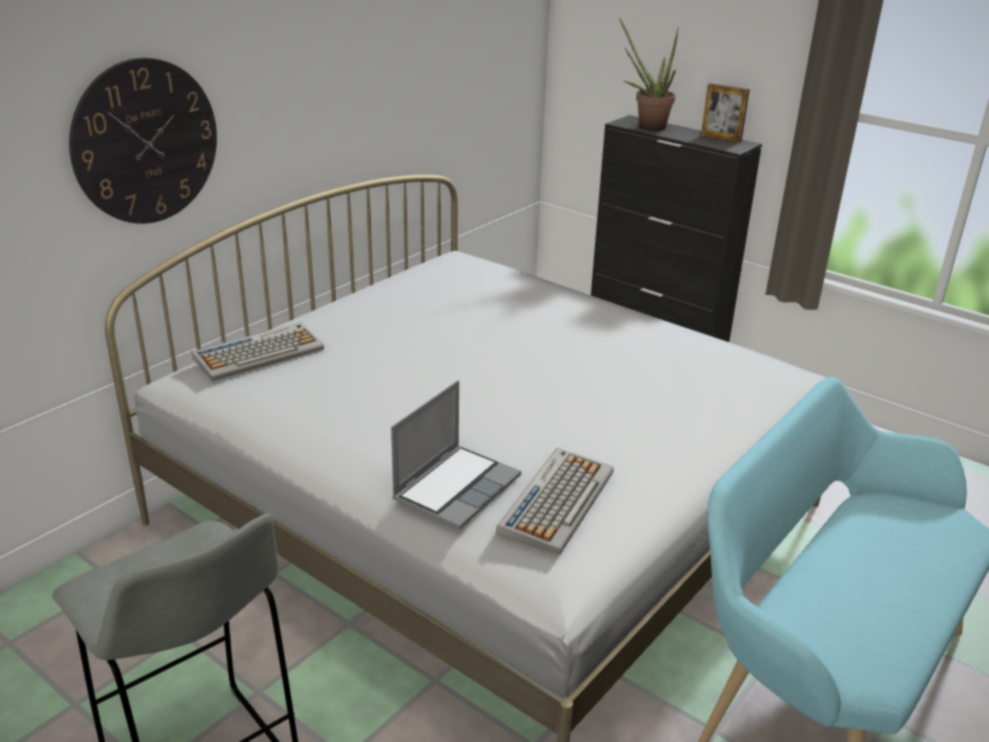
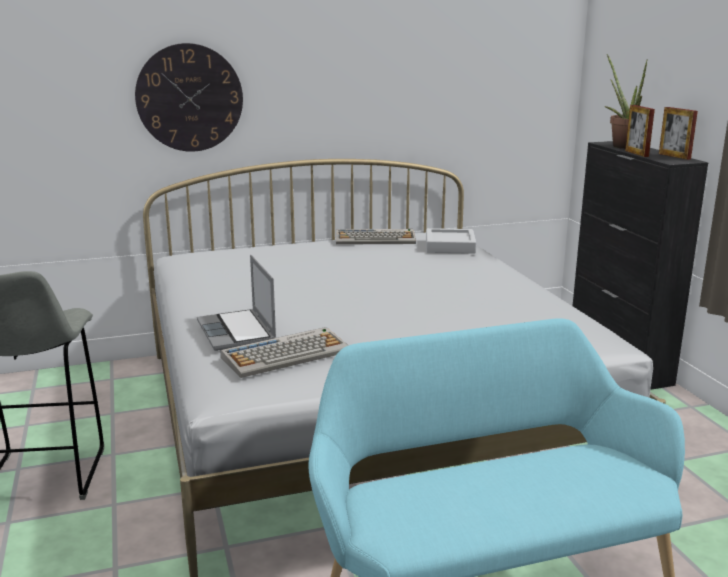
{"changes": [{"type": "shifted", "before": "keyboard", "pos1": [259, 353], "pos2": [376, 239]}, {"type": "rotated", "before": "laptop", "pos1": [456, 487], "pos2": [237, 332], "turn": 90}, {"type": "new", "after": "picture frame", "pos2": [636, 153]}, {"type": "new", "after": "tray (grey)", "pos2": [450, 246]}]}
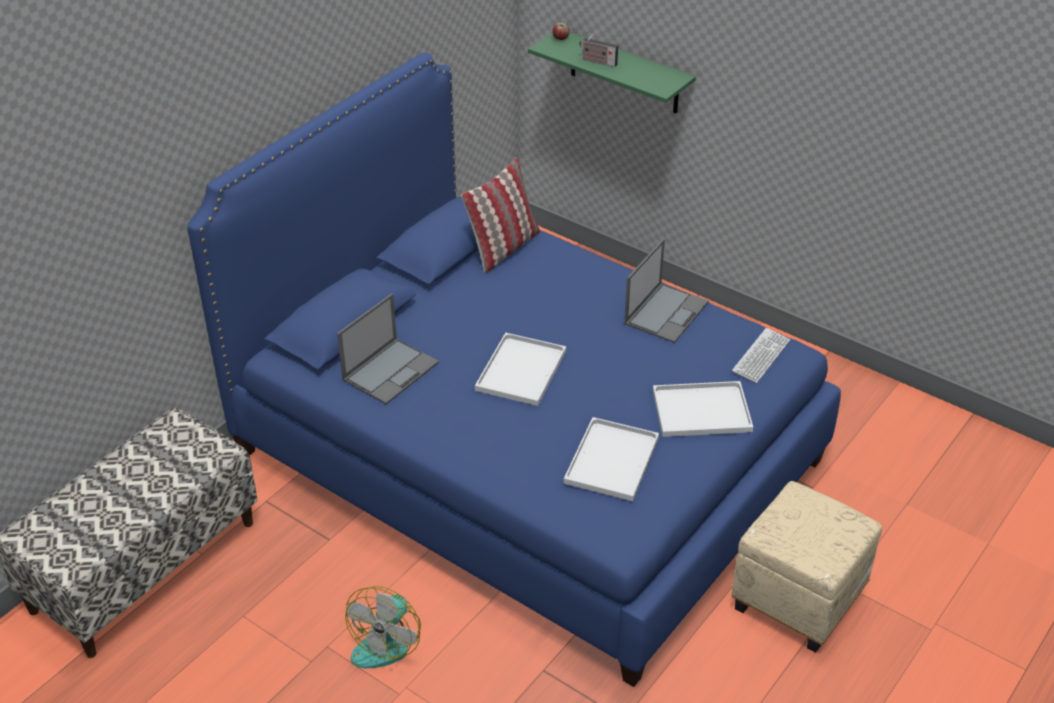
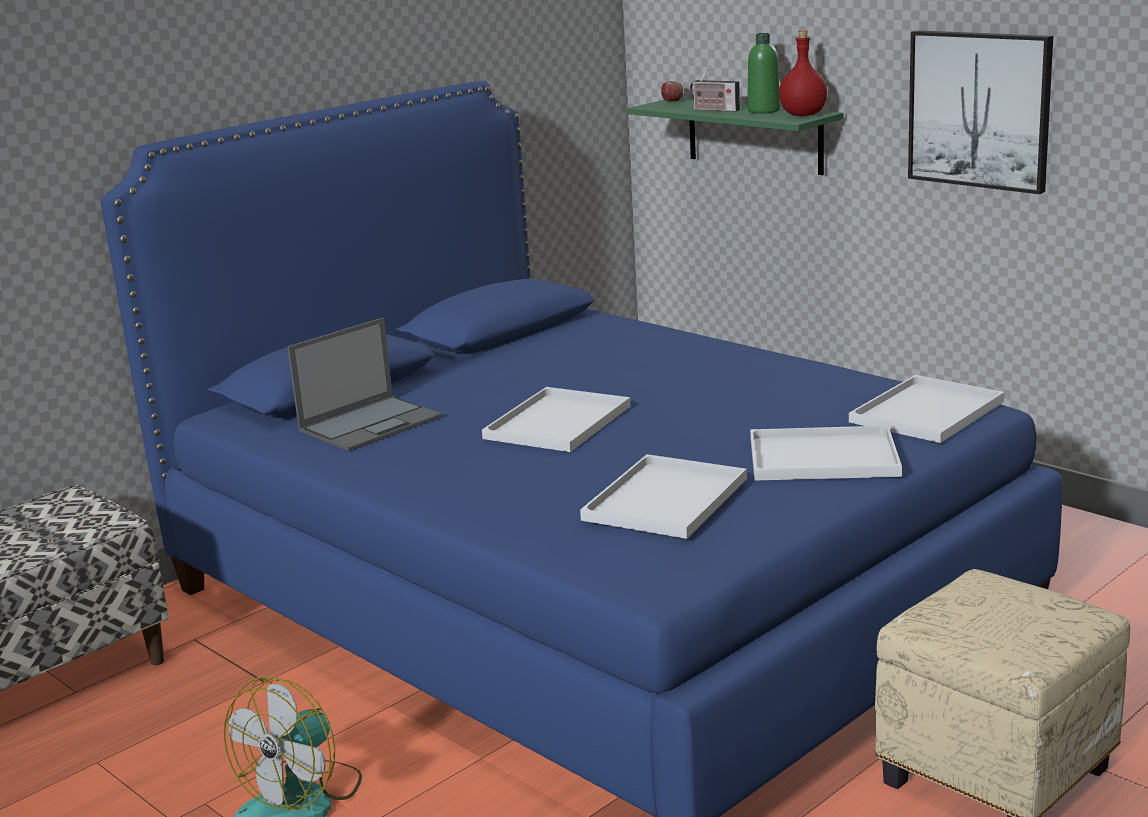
{"changes": [{"type": "gone", "before": "pillow", "pos1": [503, 248]}, {"type": "gone", "before": "laptop", "pos1": [666, 312]}, {"type": "swapped", "before": "keyboard", "after": "tray (white)", "pos1": [761, 356], "pos2": [927, 410]}, {"type": "new", "after": "bottle (red)", "pos2": [804, 115]}, {"type": "new", "after": "picture", "pos2": [980, 109]}, {"type": "new", "after": "bottle (green)", "pos2": [763, 111]}]}
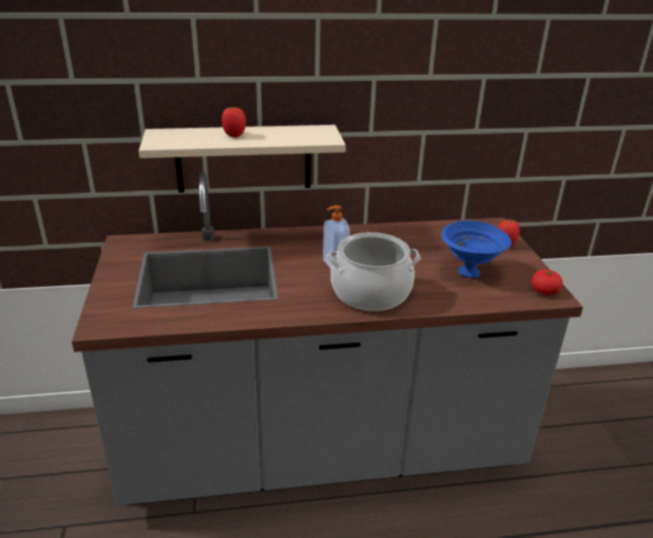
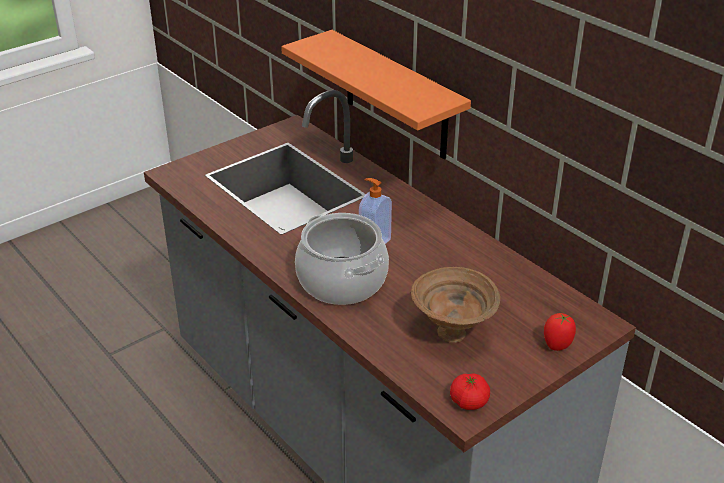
{"changes": [{"type": "gone", "before": "tomato", "pos1": [234, 135]}, {"type": "repainted", "before": "shelf (beige)", "after": "shelf (orange)", "pos1": [244, 158], "pos2": [396, 96]}, {"type": "repainted", "before": "bowl (blue)", "after": "bowl (brown)", "pos1": [470, 272], "pos2": [453, 334]}]}
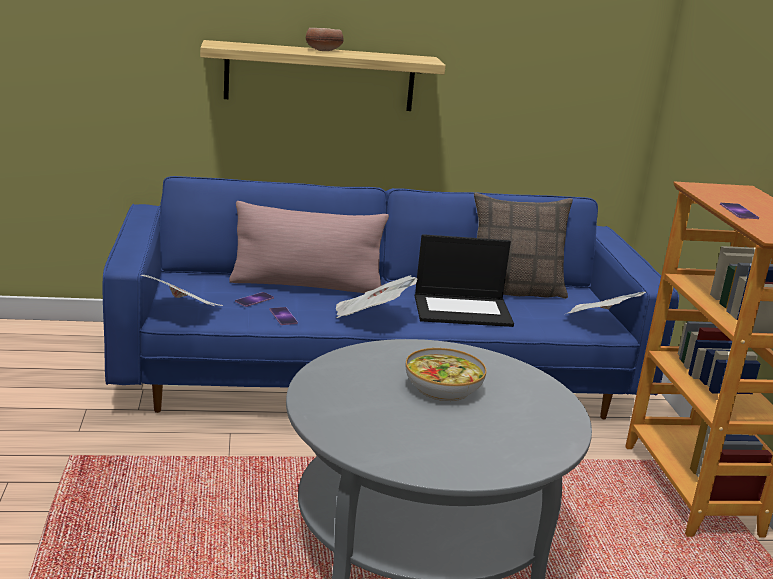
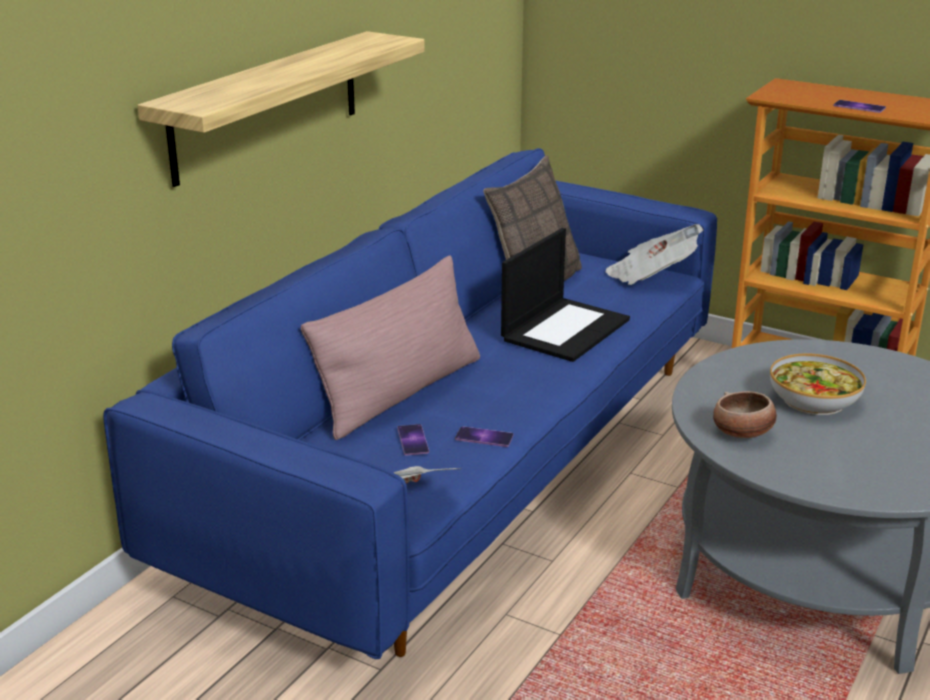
{"changes": [{"type": "shifted", "before": "bowl", "pos1": [323, 51], "pos2": [743, 433]}, {"type": "gone", "before": "newspaper", "pos1": [371, 316]}]}
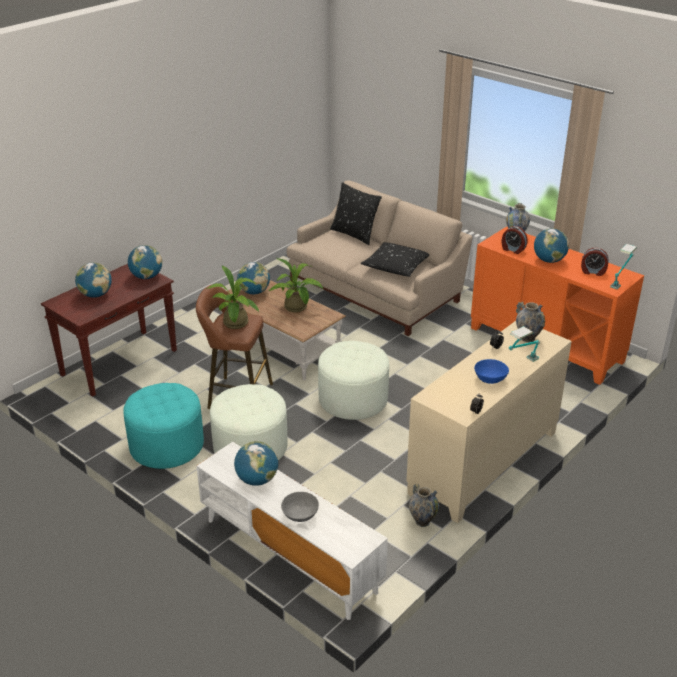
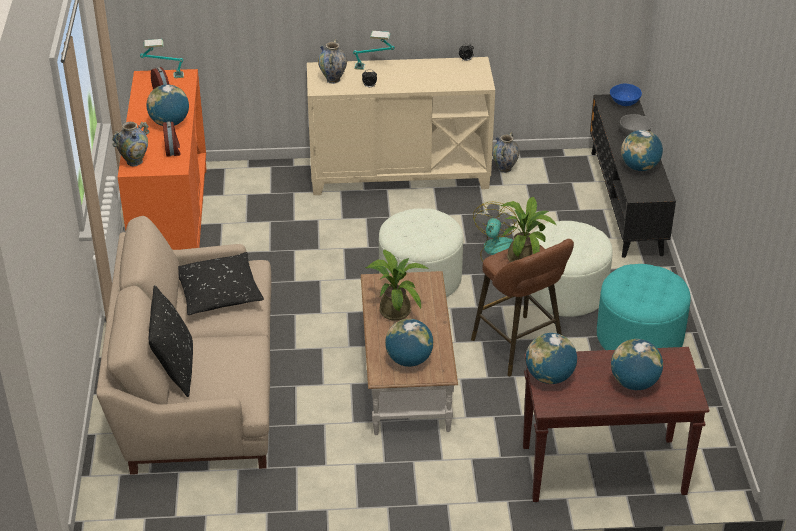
{"changes": [{"type": "shifted", "before": "bowl (blue)", "pos1": [490, 378], "pos2": [624, 102]}, {"type": "repainted", "before": "tv stand (white)", "after": "tv stand (black)", "pos1": [288, 555], "pos2": [626, 202]}, {"type": "new", "after": "fan", "pos2": [497, 251]}]}
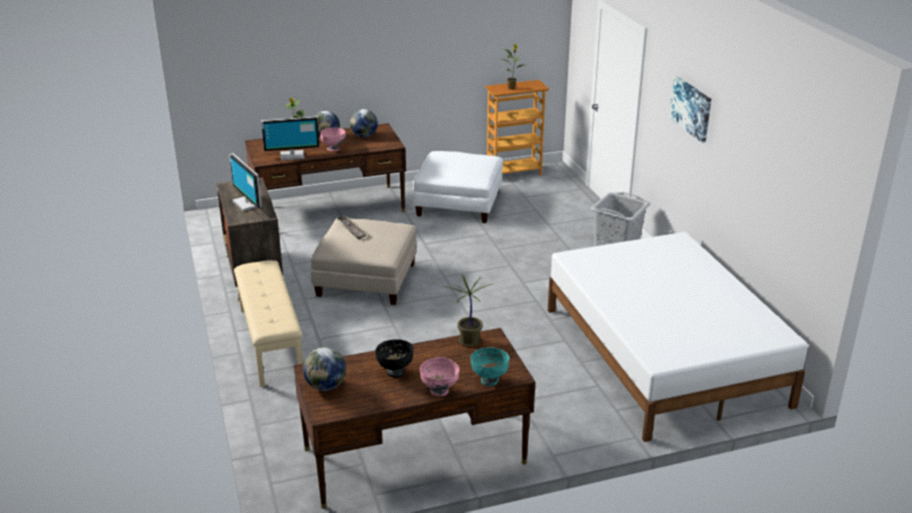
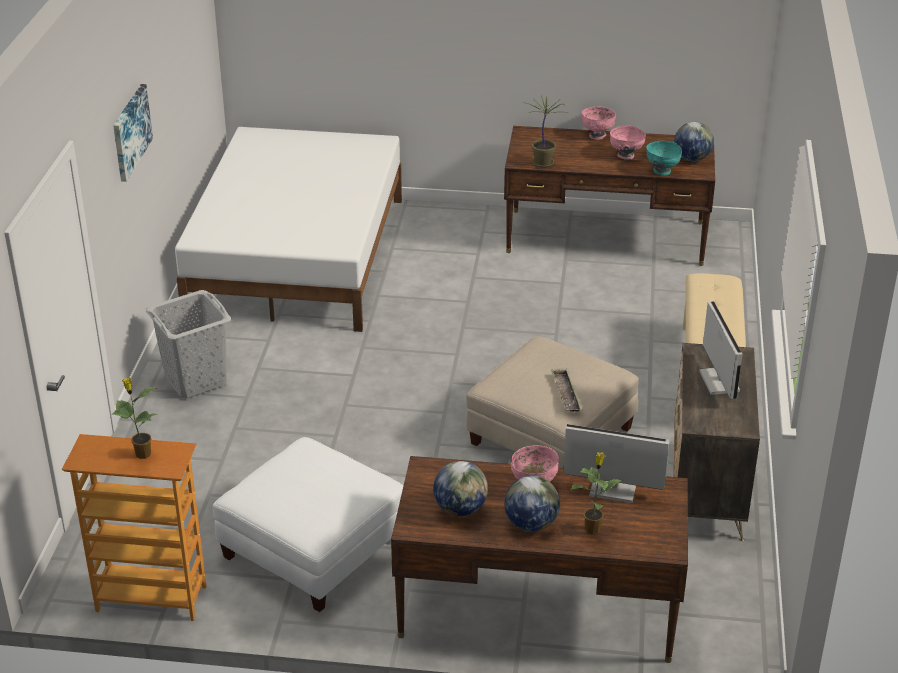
{"changes": [{"type": "repainted", "before": "bowl (black)", "after": "bowl (pink)", "pos1": [395, 371], "pos2": [626, 156]}, {"type": "shifted", "before": "bowl (turquoise)", "pos1": [489, 380], "pos2": [662, 171]}]}
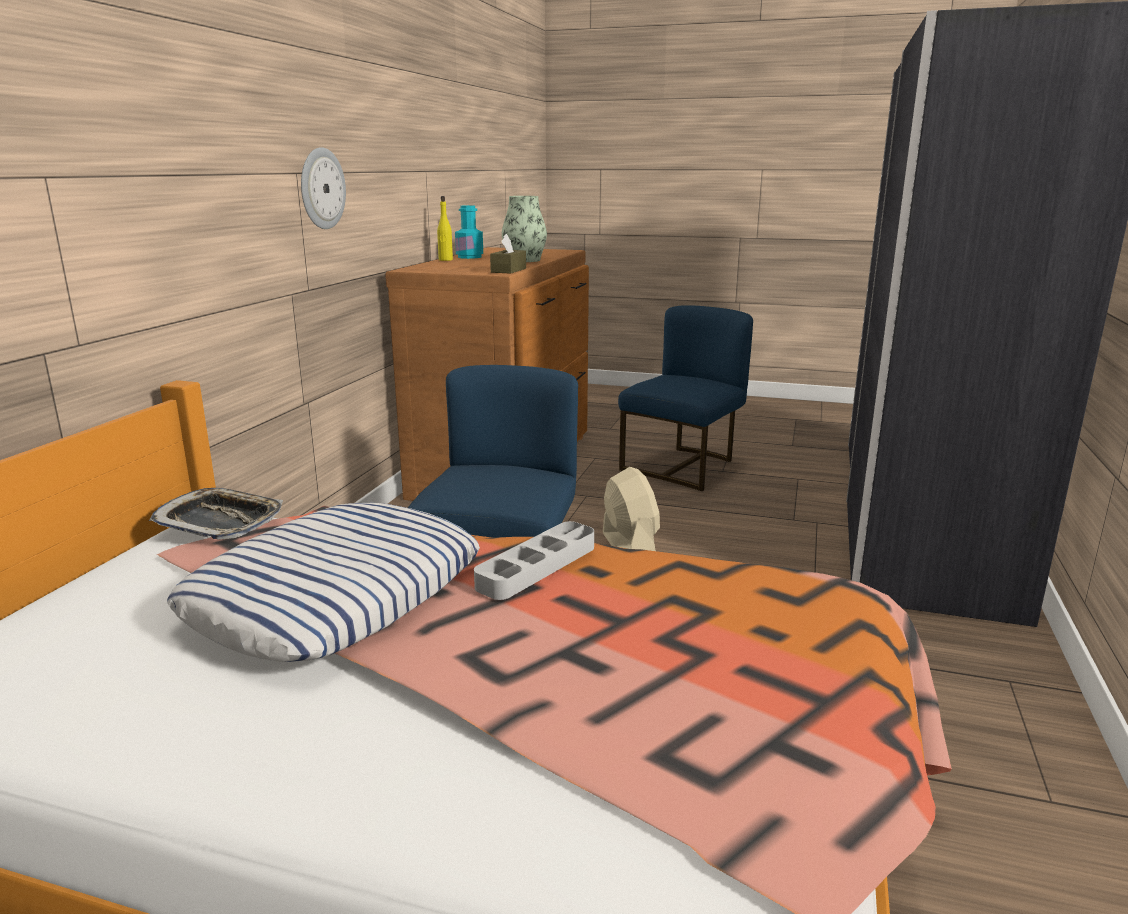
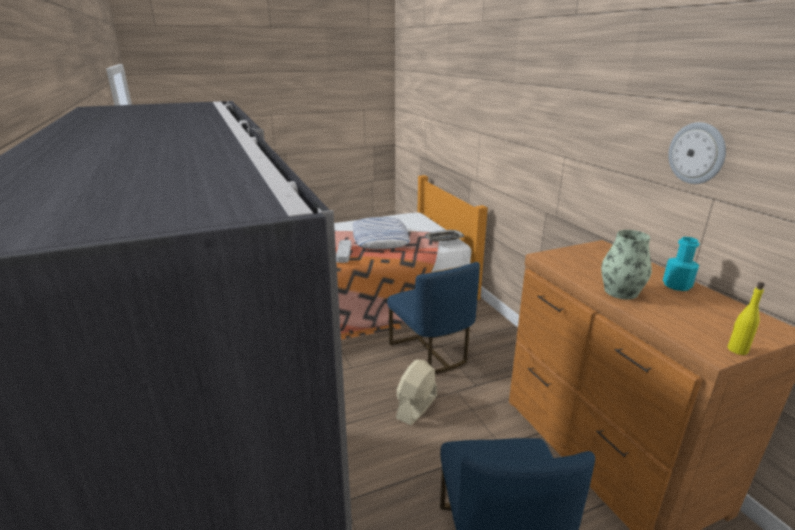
{"changes": [{"type": "shifted", "before": "wall clock", "pos1": [321, 188], "pos2": [697, 153]}, {"type": "shifted", "before": "bottle (yellow)", "pos1": [445, 260], "pos2": [737, 350]}, {"type": "gone", "before": "tissue box (brown)", "pos1": [508, 270]}, {"type": "rotated", "before": "fan (beige)", "pos1": [628, 547], "pos2": [416, 407], "turn": 90}]}
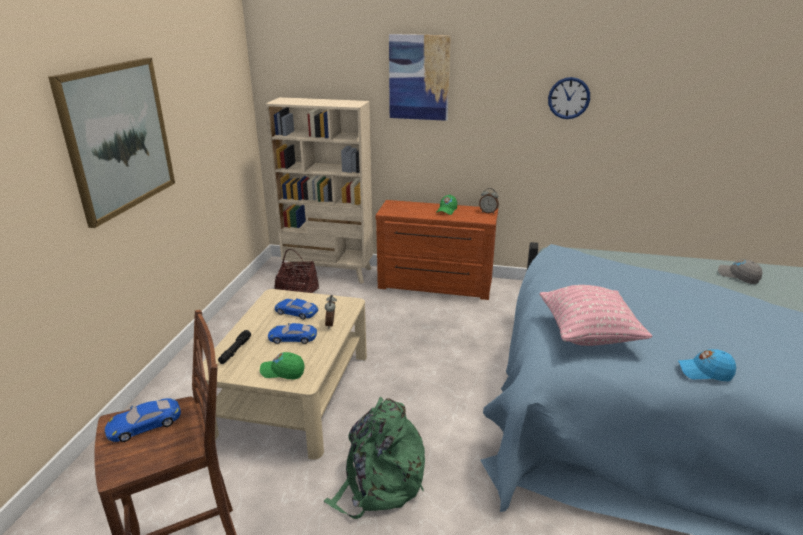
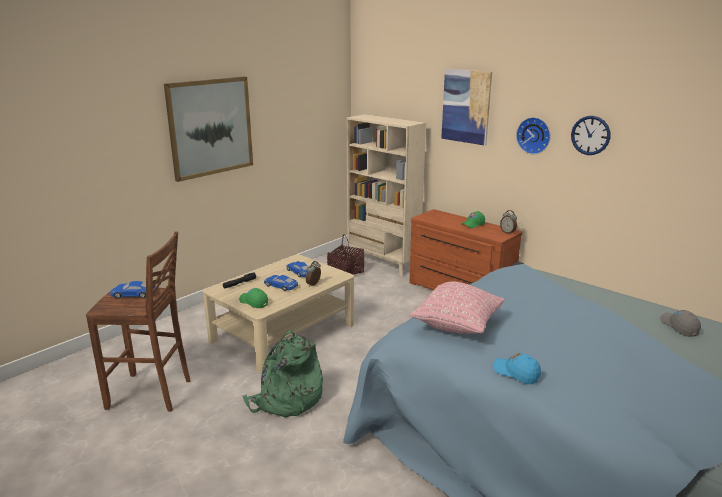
{"changes": [{"type": "new", "after": "wall clock", "pos2": [534, 135]}]}
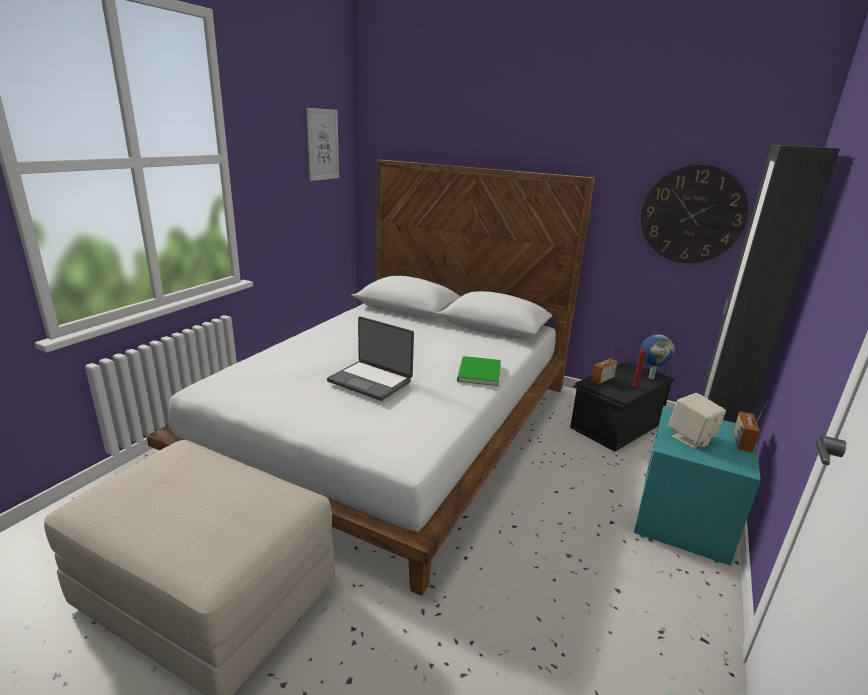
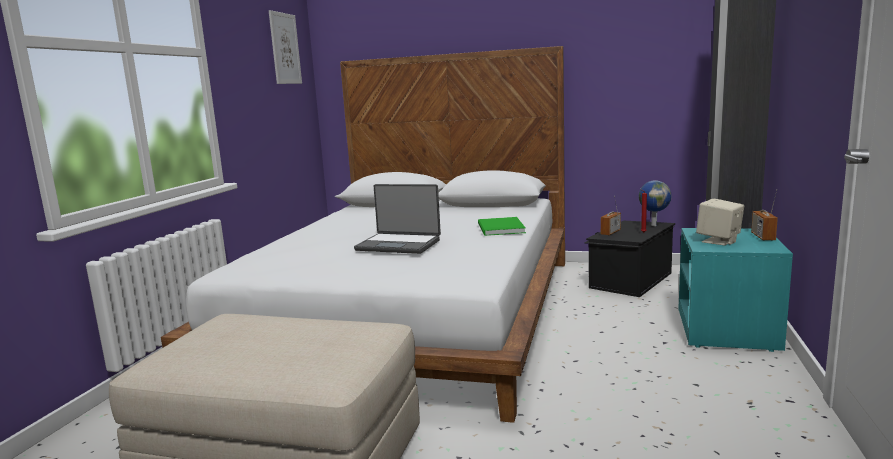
{"changes": [{"type": "gone", "before": "wall clock", "pos1": [692, 215]}]}
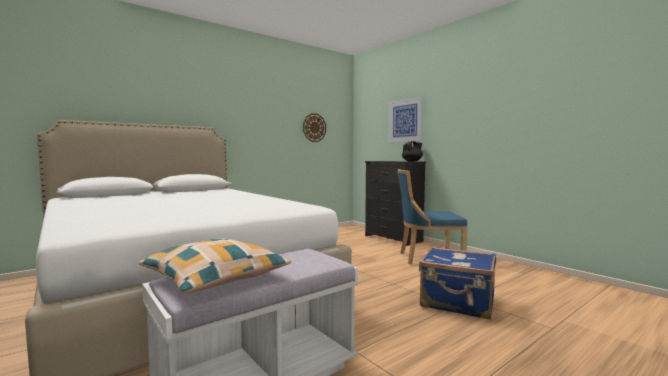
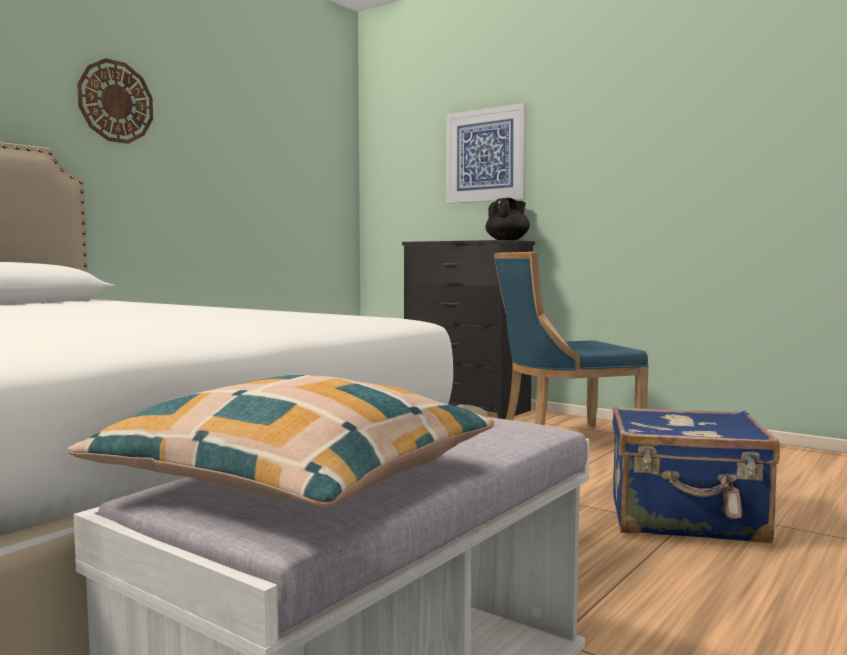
{"changes": [{"type": "shifted", "before": "wall clock", "pos1": [314, 127], "pos2": [115, 101]}]}
